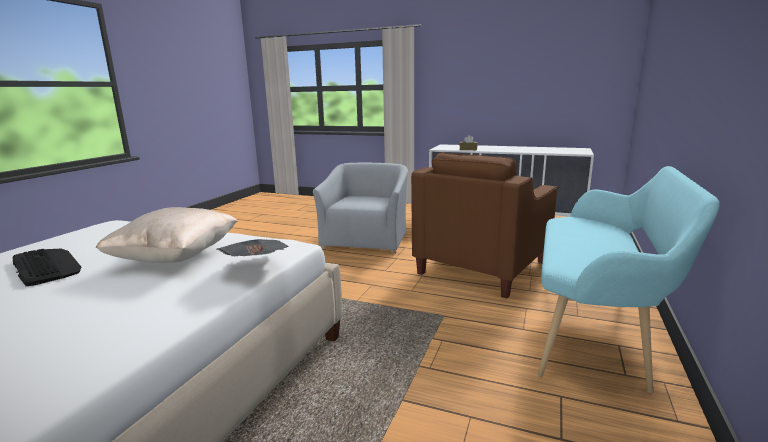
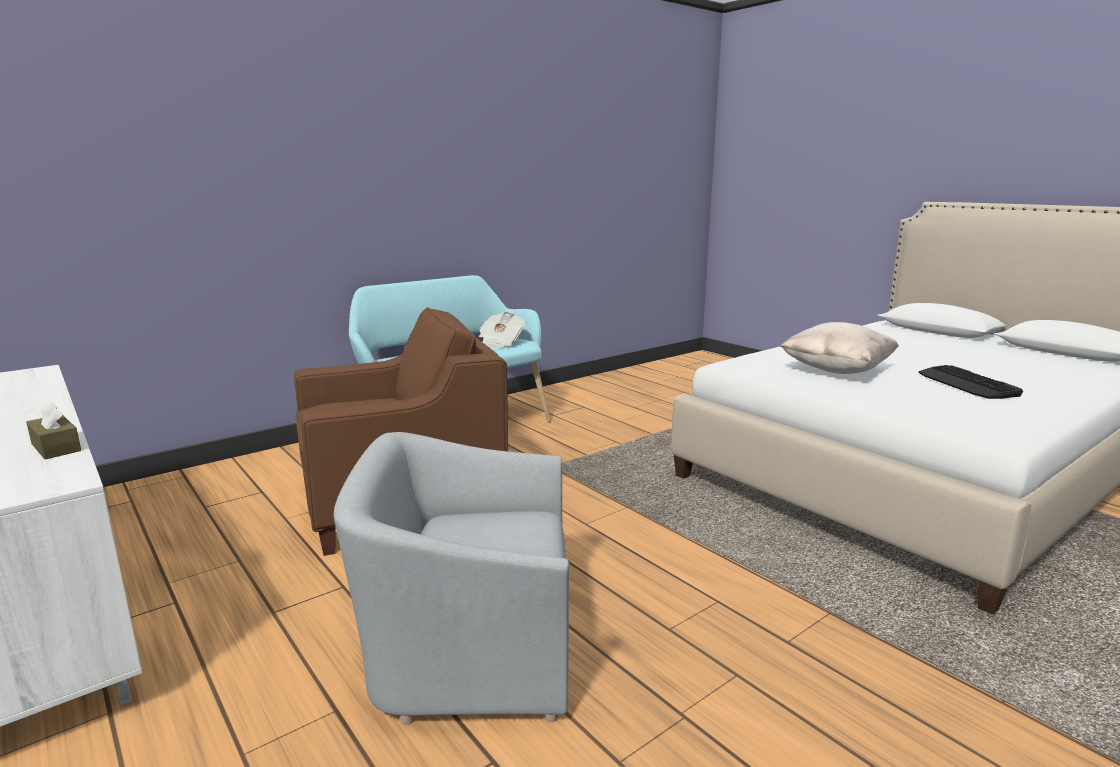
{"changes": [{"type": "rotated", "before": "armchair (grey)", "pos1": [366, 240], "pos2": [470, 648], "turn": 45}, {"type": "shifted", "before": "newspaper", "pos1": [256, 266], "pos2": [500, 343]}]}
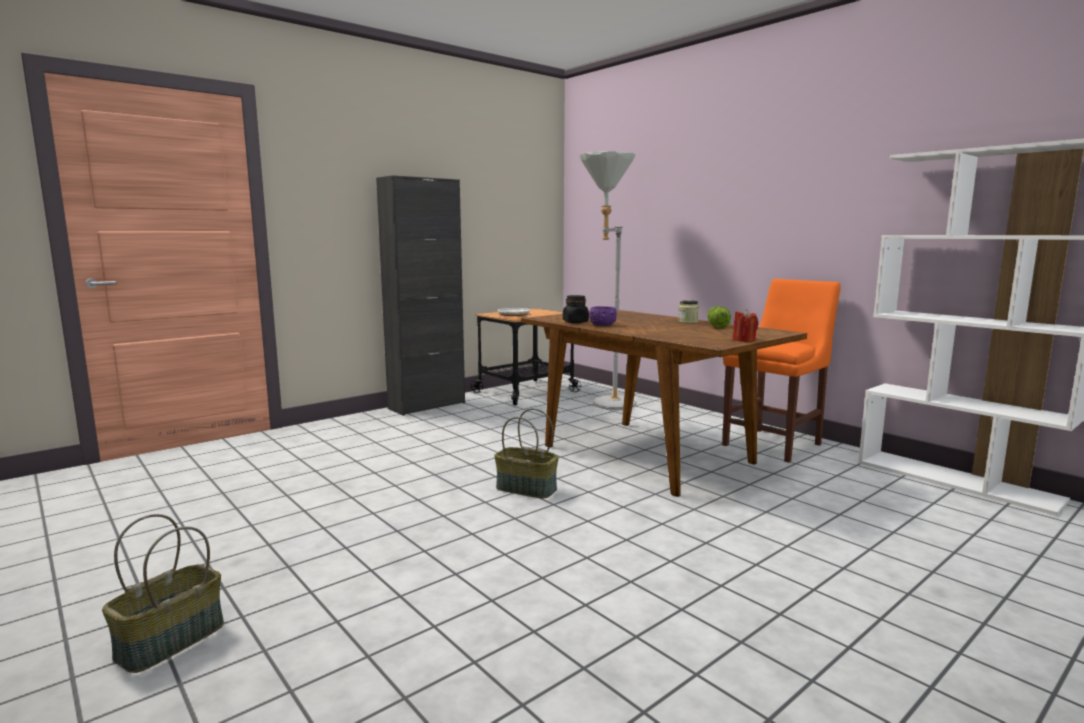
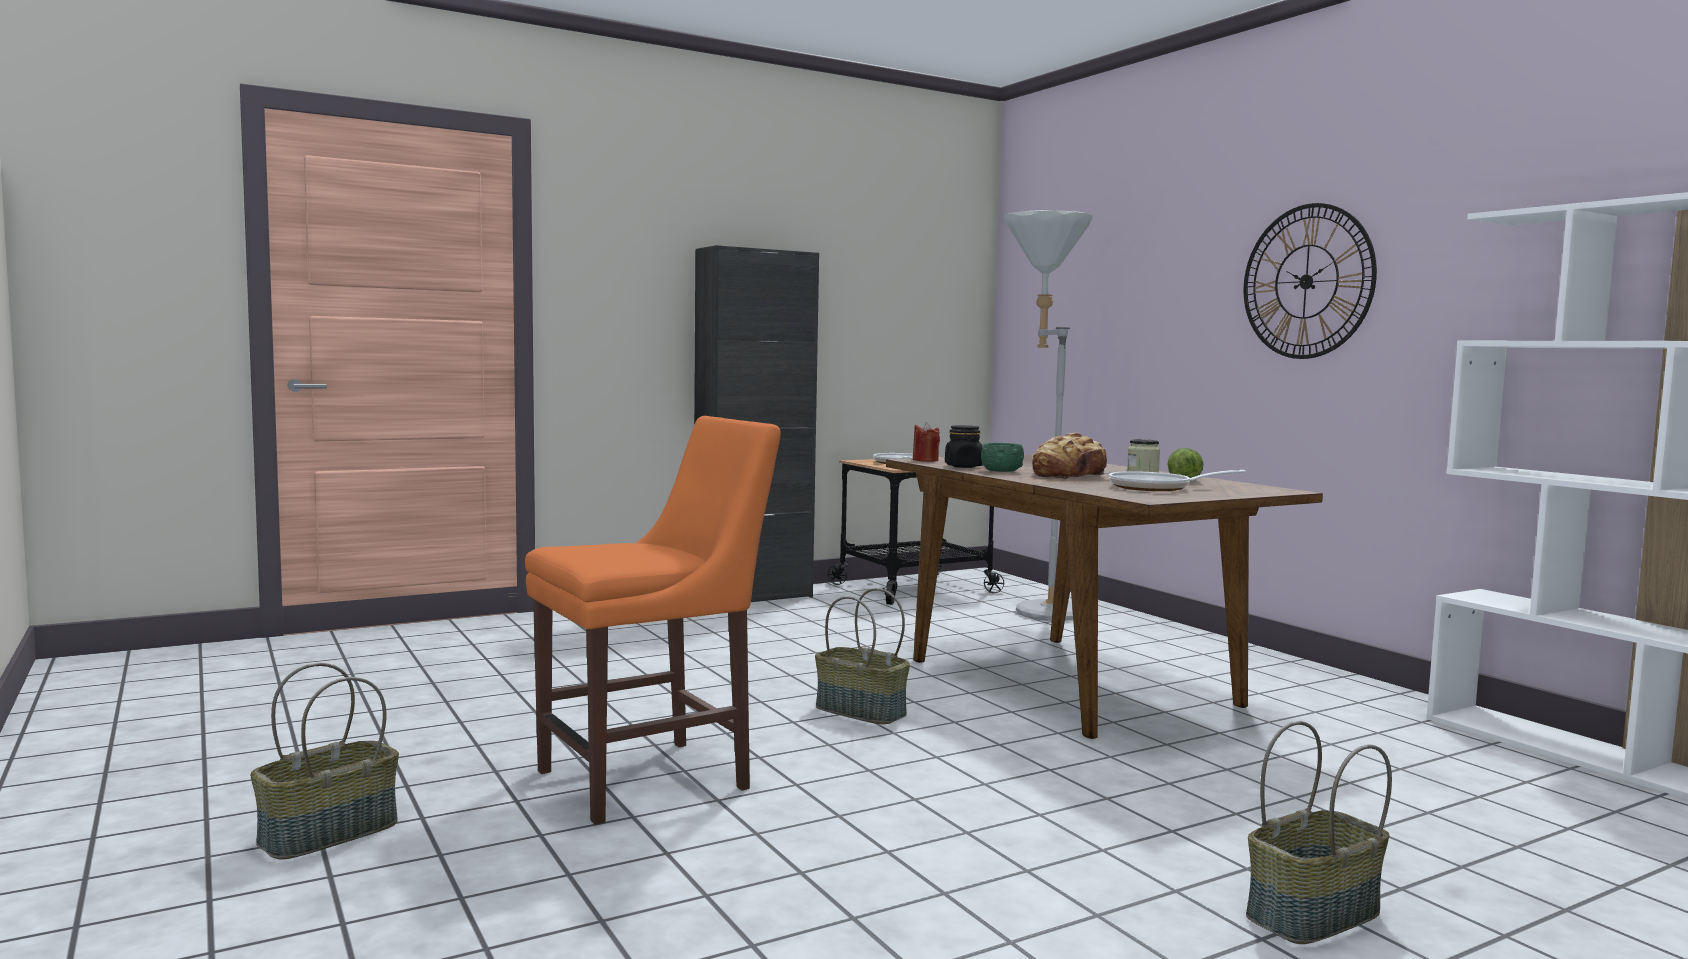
{"changes": [{"type": "shifted", "before": "chair (orange)", "pos1": [775, 444], "pos2": [654, 778]}, {"type": "repainted", "before": "bowl (purple)", "after": "bowl (green)", "pos1": [602, 325], "pos2": [1001, 471]}, {"type": "shifted", "before": "candle (red)", "pos1": [744, 340], "pos2": [925, 460]}, {"type": "new", "after": "wall clock", "pos2": [1306, 281]}, {"type": "new", "after": "bread", "pos2": [1070, 475]}, {"type": "new", "after": "frying pan", "pos2": [1157, 488]}, {"type": "new", "after": "basket", "pos2": [1314, 916]}]}
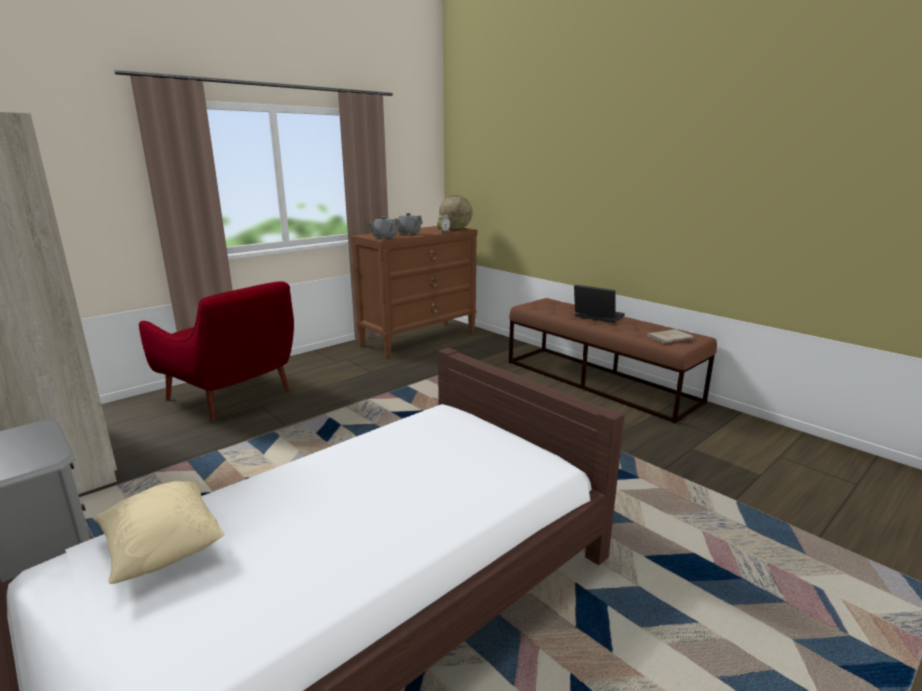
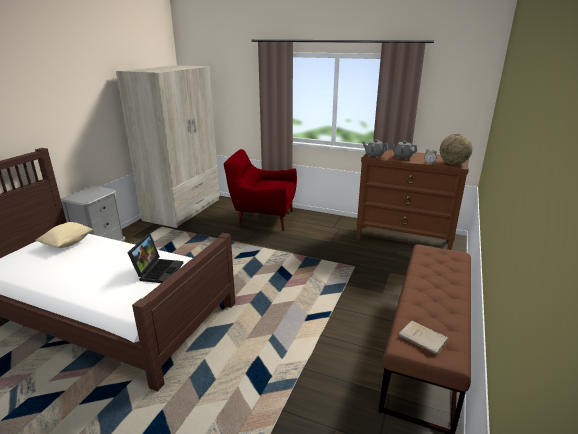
{"changes": [{"type": "rotated", "before": "armchair (red)", "pos1": [232, 396], "pos2": [263, 218], "turn": 90}, {"type": "shifted", "before": "laptop", "pos1": [596, 317], "pos2": [158, 270]}]}
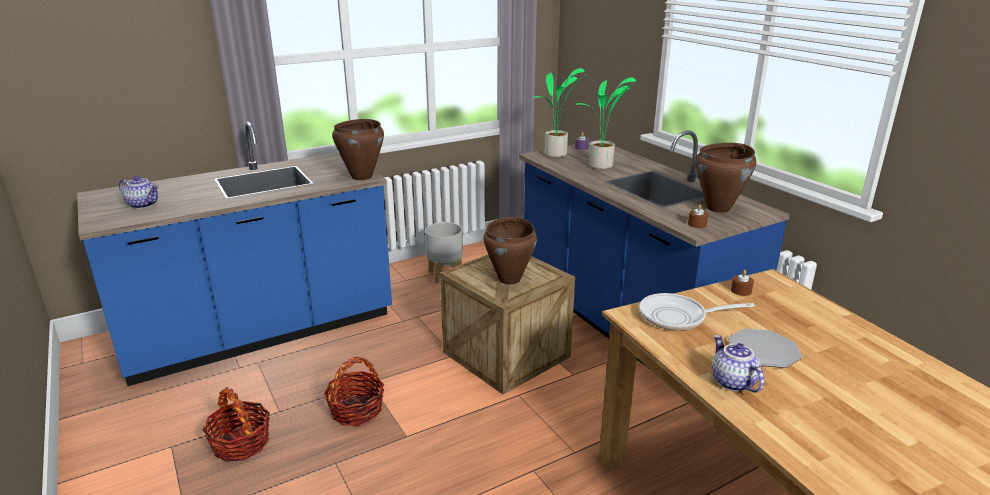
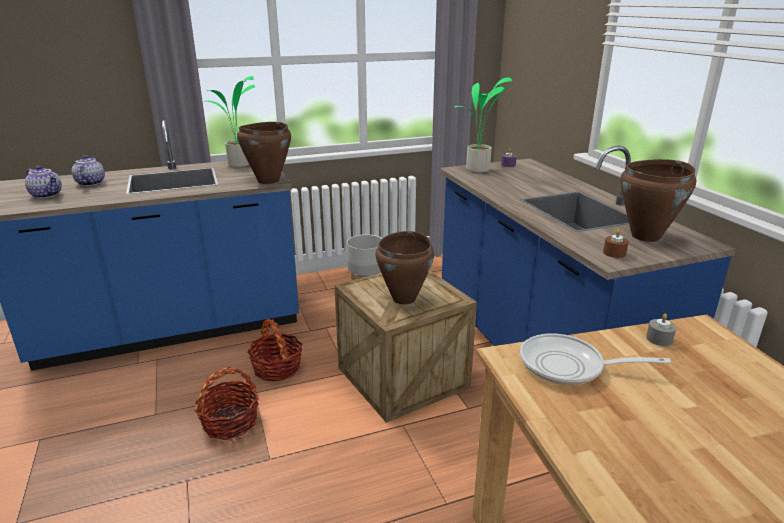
{"changes": [{"type": "shifted", "before": "potted plant", "pos1": [602, 166], "pos2": [240, 165]}, {"type": "repainted", "before": "candle (brown)", "after": "candle (grey)", "pos1": [741, 291], "pos2": [659, 339]}, {"type": "gone", "before": "plate", "pos1": [763, 350]}, {"type": "shifted", "before": "teapot", "pos1": [731, 382], "pos2": [90, 183]}, {"type": "shifted", "before": "basket", "pos1": [241, 443], "pos2": [277, 368]}]}
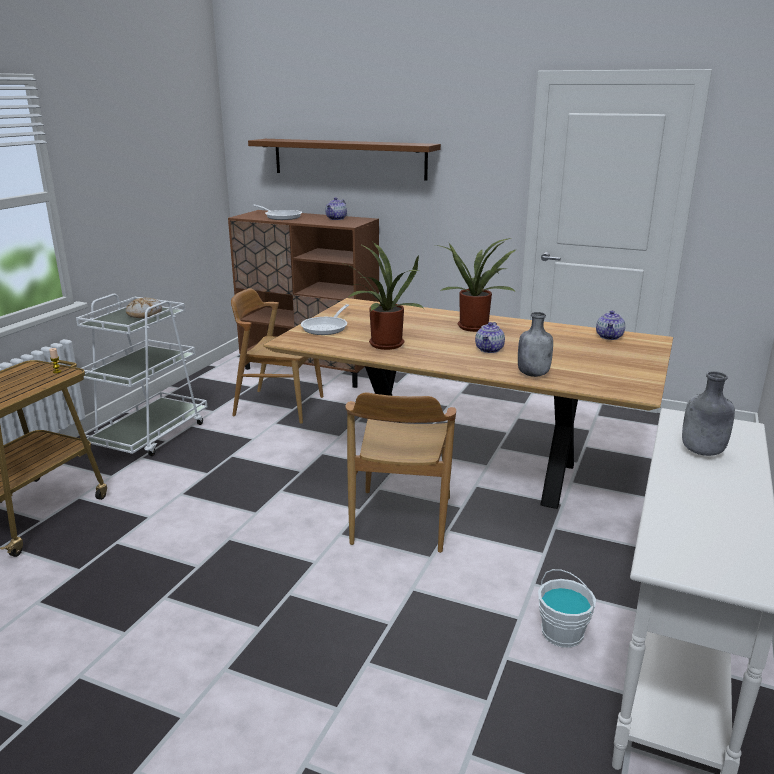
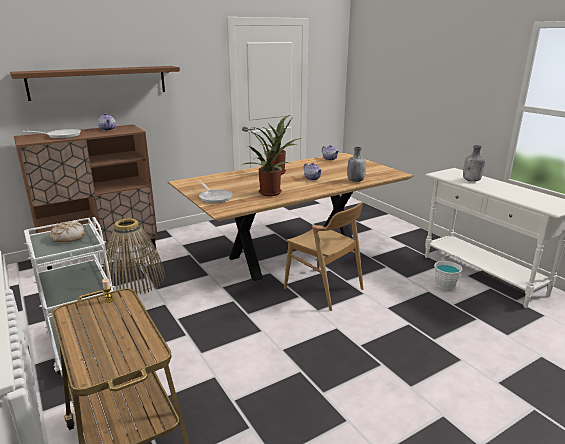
{"changes": [{"type": "swapped", "before": "chair (brown)", "after": "basket", "pos1": [278, 406], "pos2": [134, 280]}]}
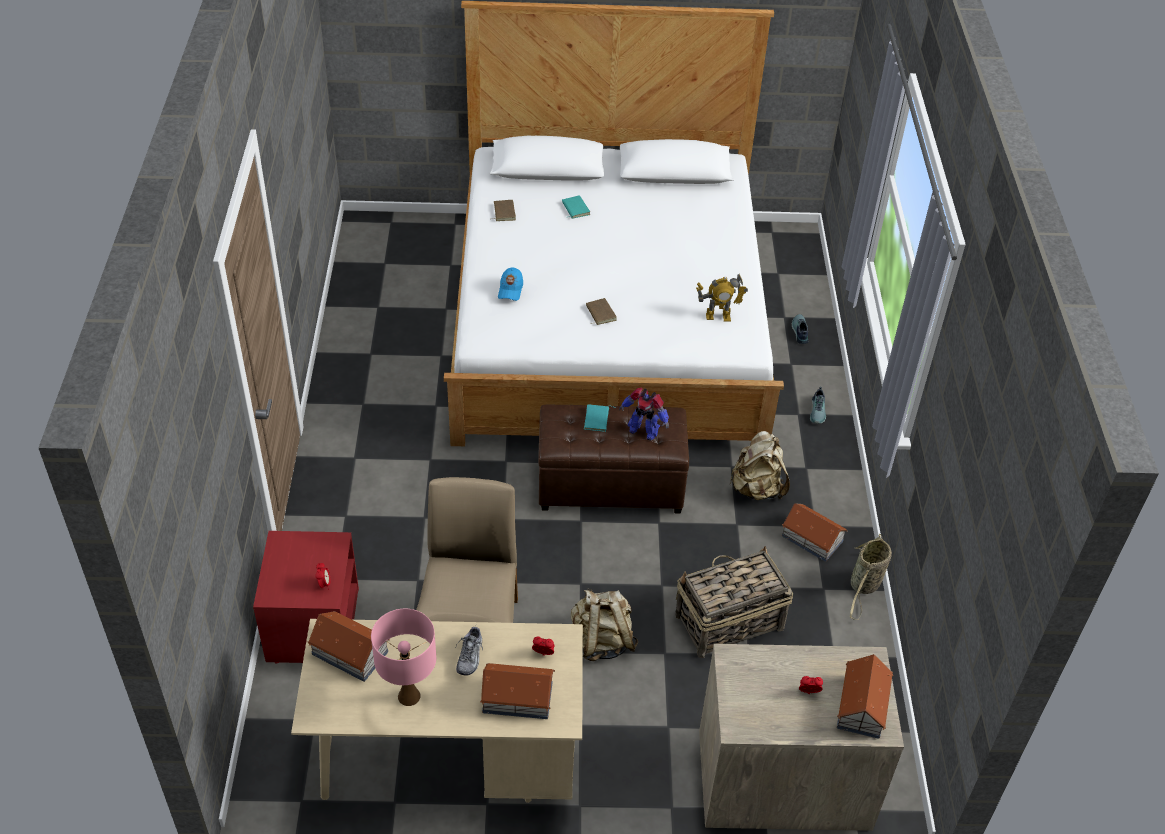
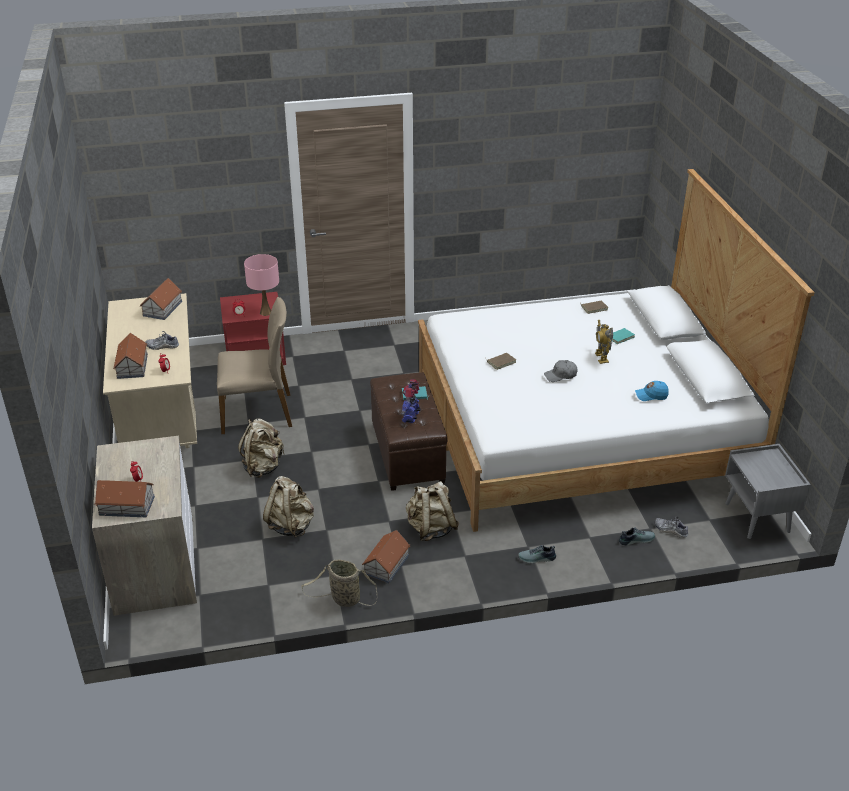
{"changes": [{"type": "shifted", "before": "cap (blue)", "pos1": [510, 290], "pos2": [651, 395]}, {"type": "shifted", "before": "toy robot", "pos1": [718, 317], "pos2": [601, 358]}, {"type": "swapped", "before": "basket", "after": "backpack (beige)", "pos1": [728, 622], "pos2": [291, 525]}, {"type": "shifted", "before": "table lamp (pink)", "pos1": [409, 696], "pos2": [266, 312]}, {"type": "new", "after": "cap (grey)", "pos2": [560, 375]}, {"type": "new", "after": "nightstand (grey)", "pos2": [758, 518]}, {"type": "new", "after": "shoe", "pos2": [670, 530]}]}
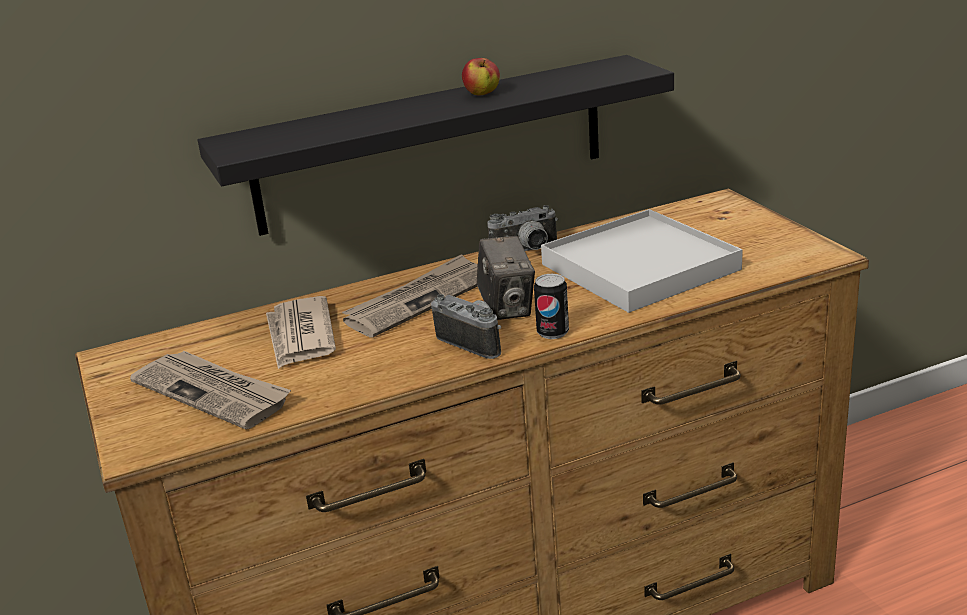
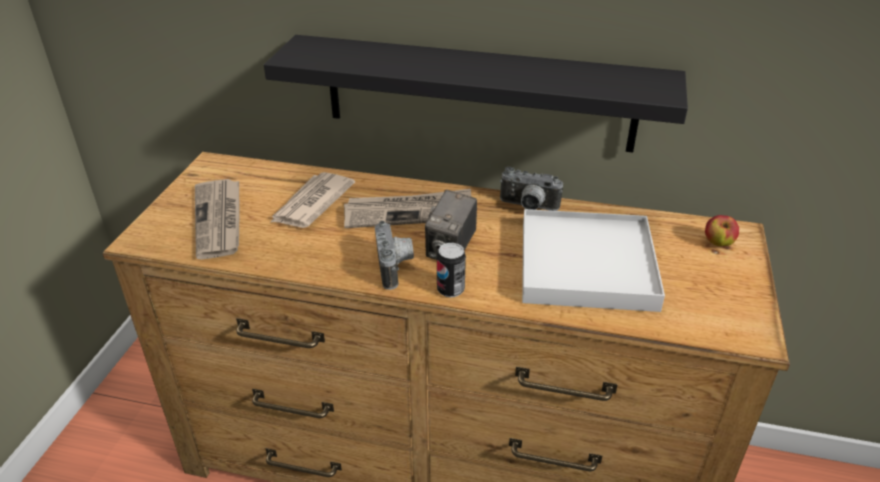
{"changes": [{"type": "shifted", "before": "apple", "pos1": [482, 94], "pos2": [718, 243]}]}
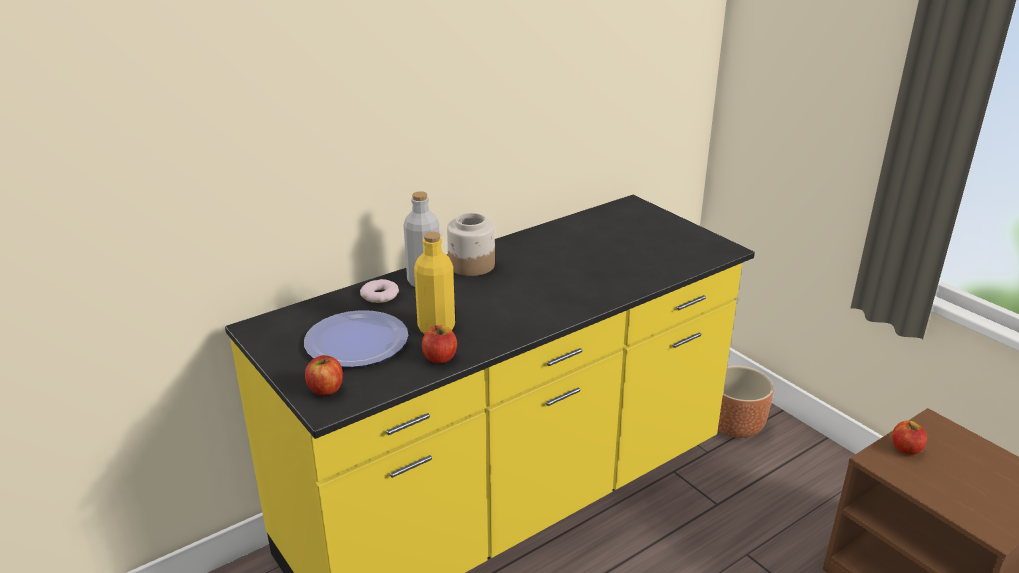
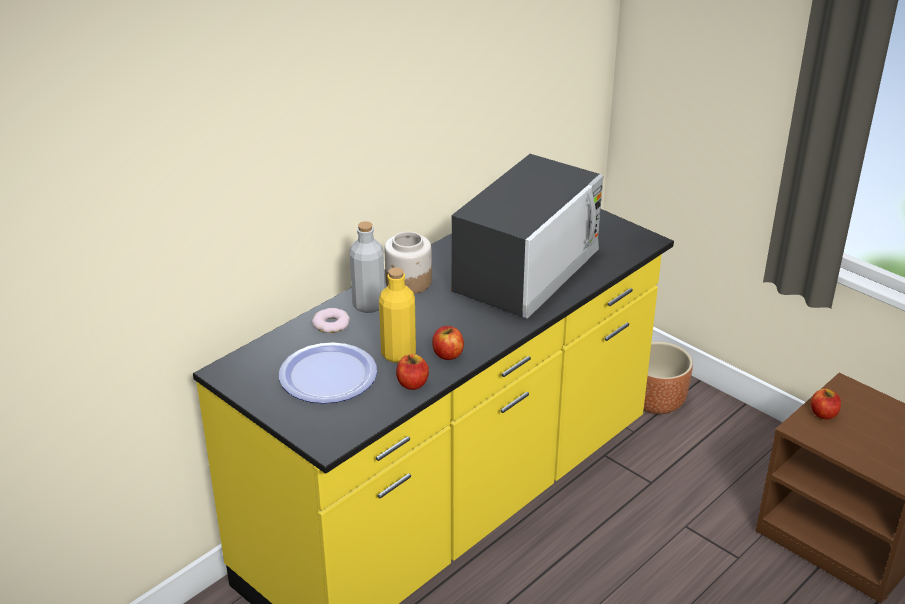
{"changes": [{"type": "shifted", "before": "apple", "pos1": [325, 389], "pos2": [447, 354]}, {"type": "new", "after": "microwave", "pos2": [527, 272]}]}
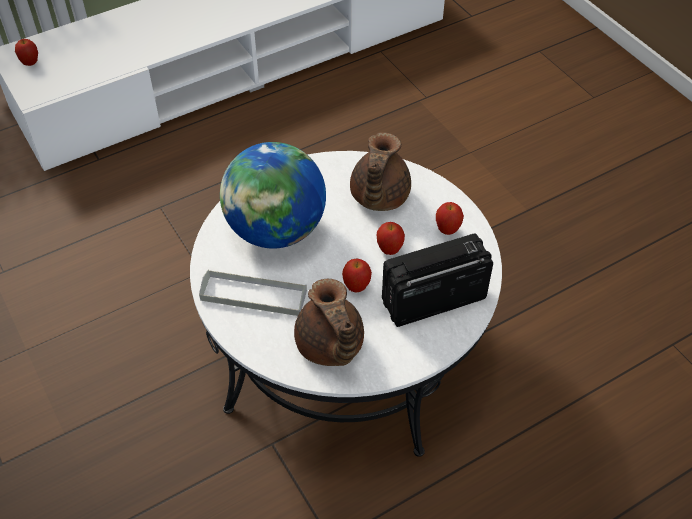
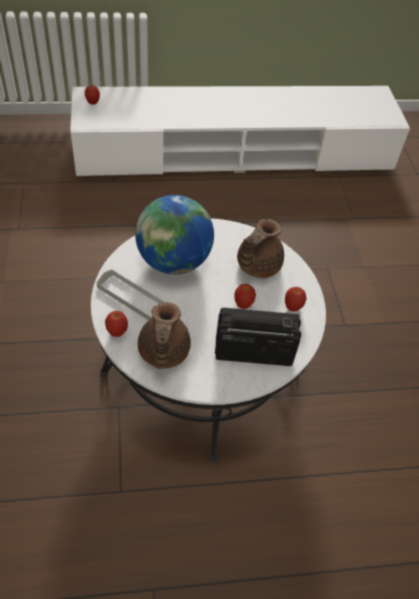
{"changes": [{"type": "shifted", "before": "apple", "pos1": [356, 287], "pos2": [117, 332]}]}
